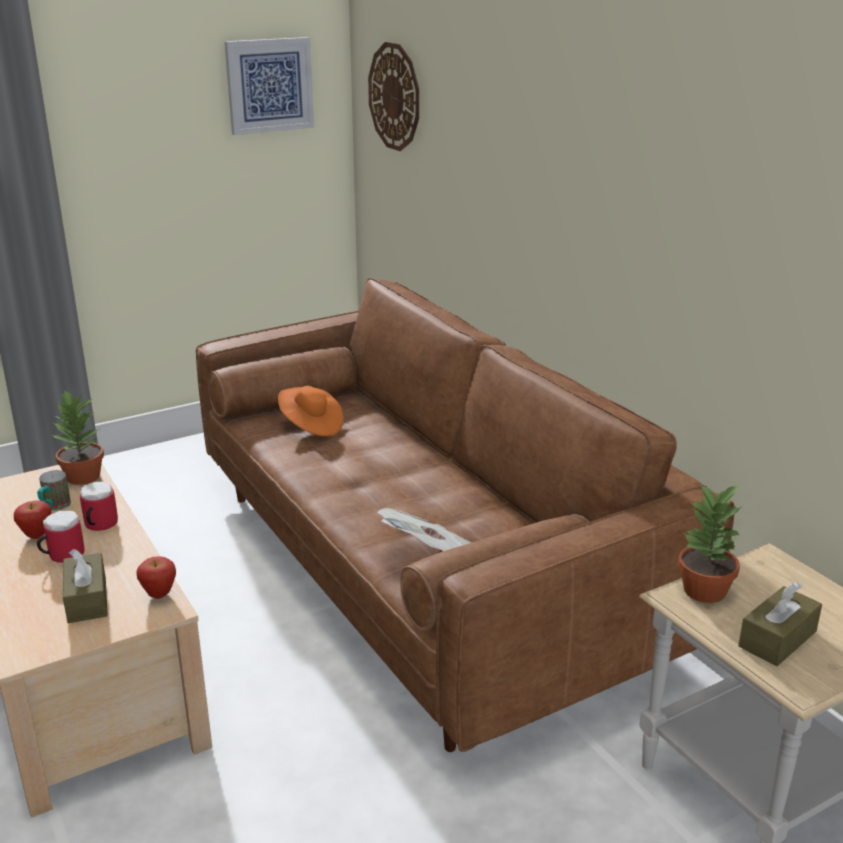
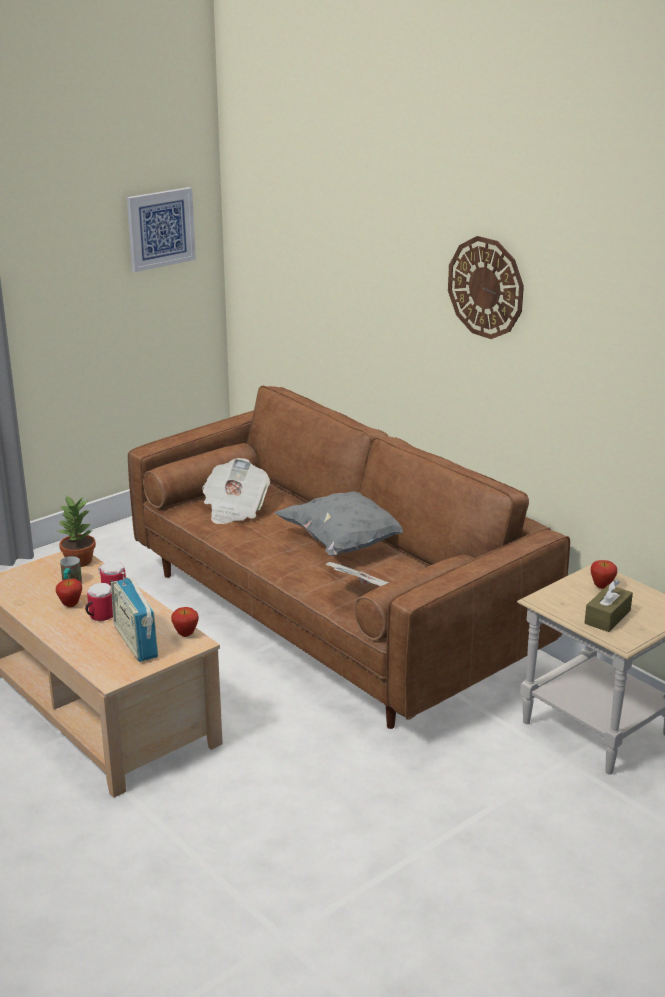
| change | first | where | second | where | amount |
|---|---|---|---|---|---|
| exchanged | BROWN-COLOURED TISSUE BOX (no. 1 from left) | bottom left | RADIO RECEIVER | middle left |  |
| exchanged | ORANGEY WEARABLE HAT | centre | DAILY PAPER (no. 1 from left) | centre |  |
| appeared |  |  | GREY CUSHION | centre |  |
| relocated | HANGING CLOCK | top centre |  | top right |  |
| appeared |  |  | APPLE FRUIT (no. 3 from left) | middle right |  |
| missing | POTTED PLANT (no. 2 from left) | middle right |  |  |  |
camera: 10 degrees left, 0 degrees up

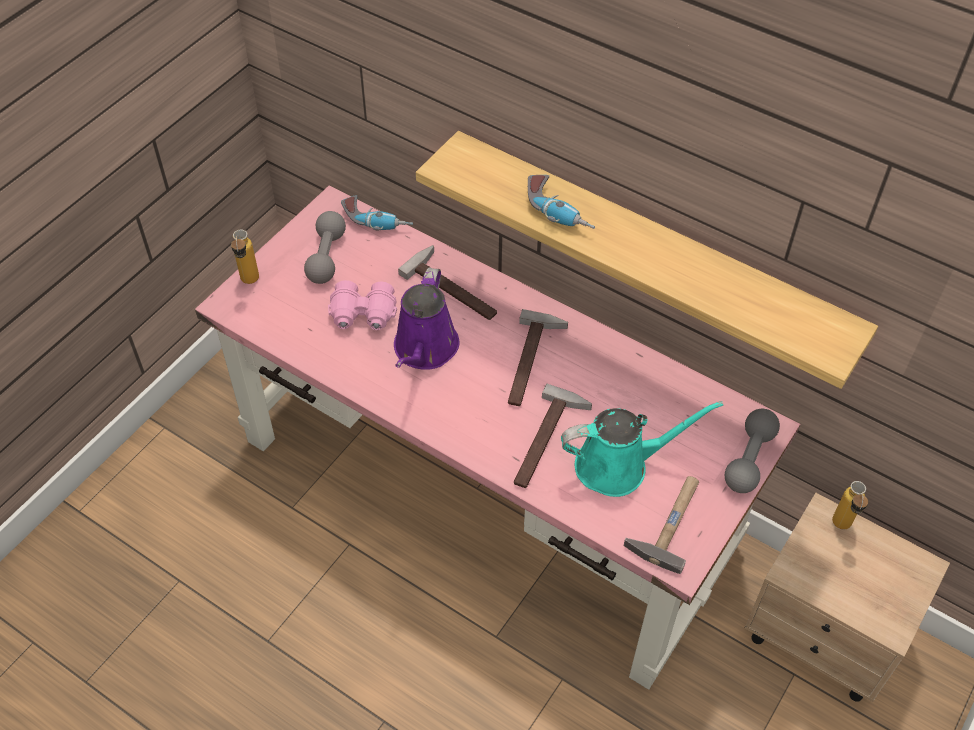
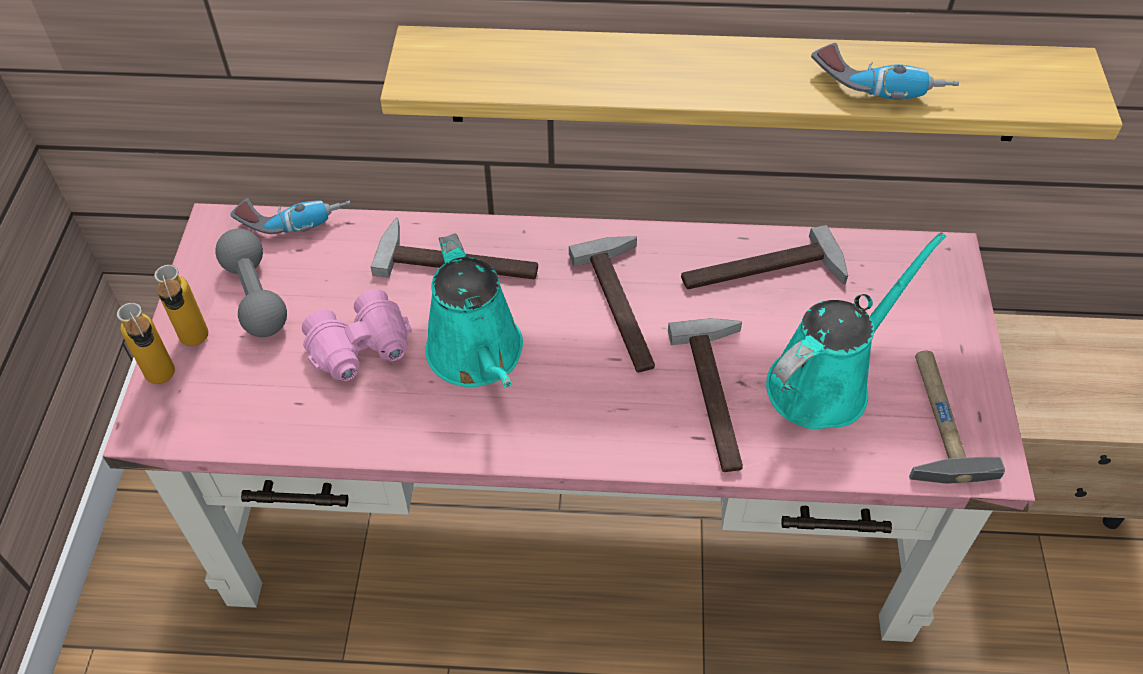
| change | first | where | second | where | amount |
|---|---|---|---|---|---|
| relocated | BEVERAGE BOTTLE (no. 2 from left) | bottom right |  | middle left |  |
| colour | PURPLE-COLOURED WATERING CAN | centre | TURQUOISE-COLOURED WATERING CAN (no. 1 from left) | centre |  |
| appeared |  |  | HAND HAMMER (no. 4 from left) | middle right |  |
| relocated | ELECTRIC DRILL (no. 2 from left) | top centre |  | top right |  |
| missing | GREY HAND WEIGHT (no. 2 from left) | middle right |  |  |  |
camera: 30 degrees left, 0 degrees up

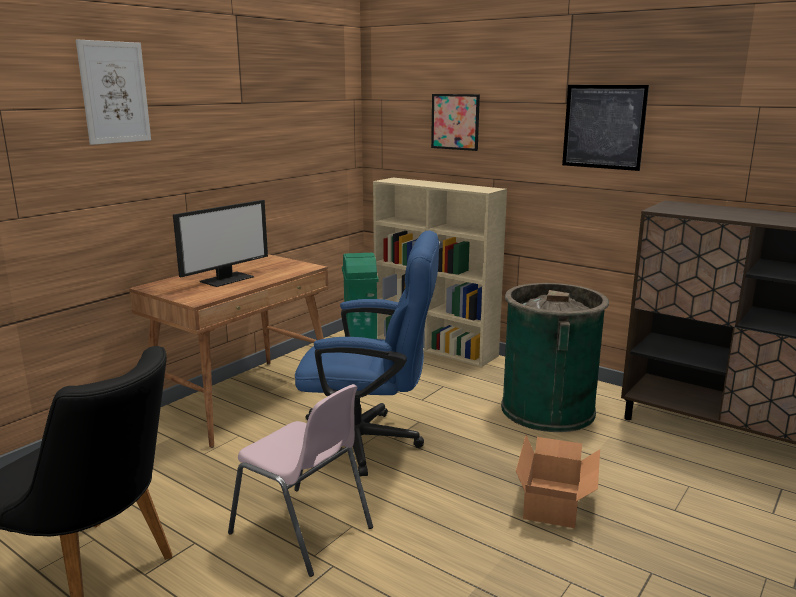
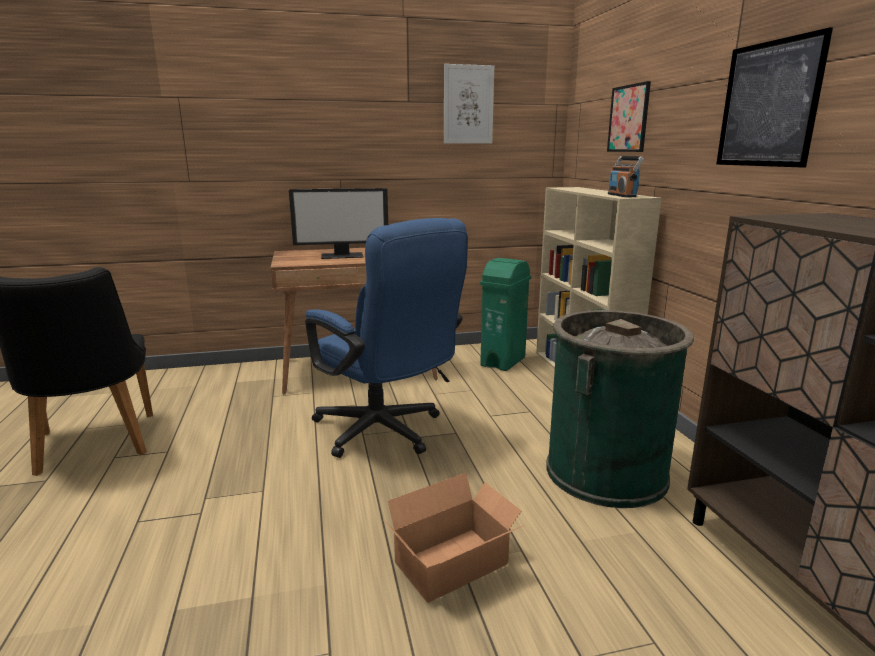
| change | first | where | second | where | amount |
|---|---|---|---|---|---|
| relocated | WALL PICTURE (no. 1 from left) | top left |  | top centre |  |
| appeared |  |  | RADIO RECEIVER | top right |  |
| missing | PINK-COLOURED UPRIGHT CHAIR | bottom centre |  |  |  |
camera: 40 degrees right, 0 degrees up

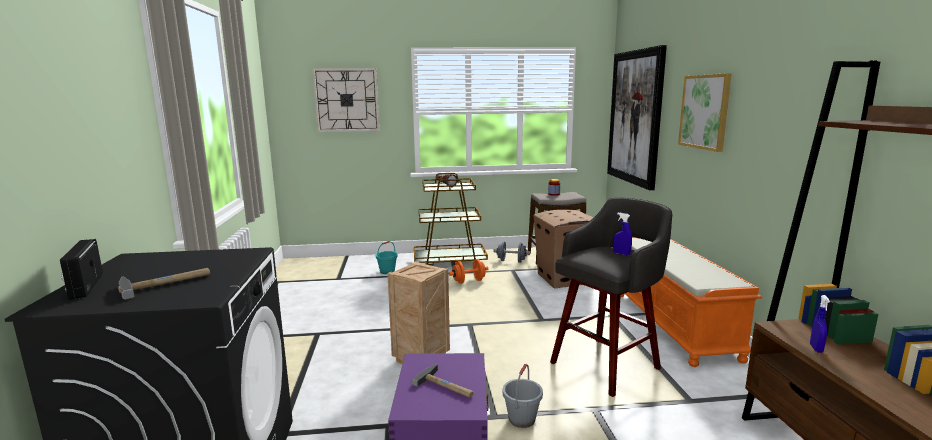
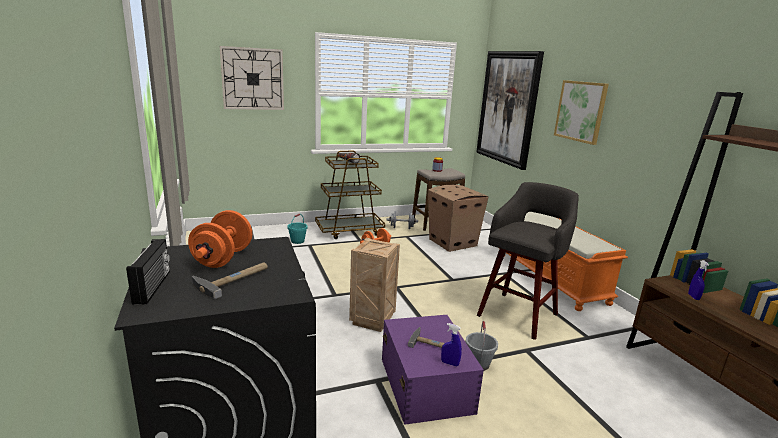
| change | first | where | second | where | amount |
|---|---|---|---|---|---|
| spun | RADIO RECEIVER | middle left |  | middle left | 150 degrees counterclockwise |
| appeared |  |  | ORANGEY HAND WEIGHT (no. 1 from left) | middle left |  |
| relocated | BLUE-COLOURED SPRAY BOTTLE (no. 1 from left) | middle right |  | bottom centre |  |
camera: 15 degrees left, 5 degrees up

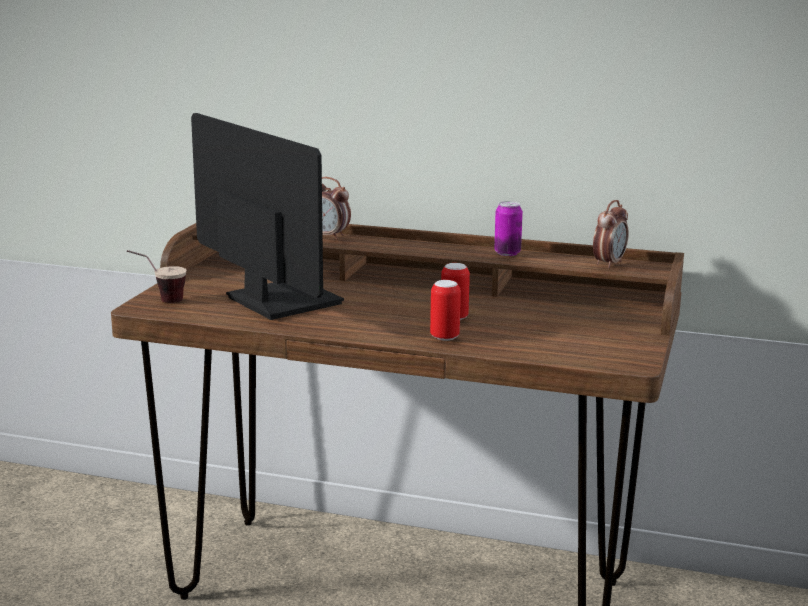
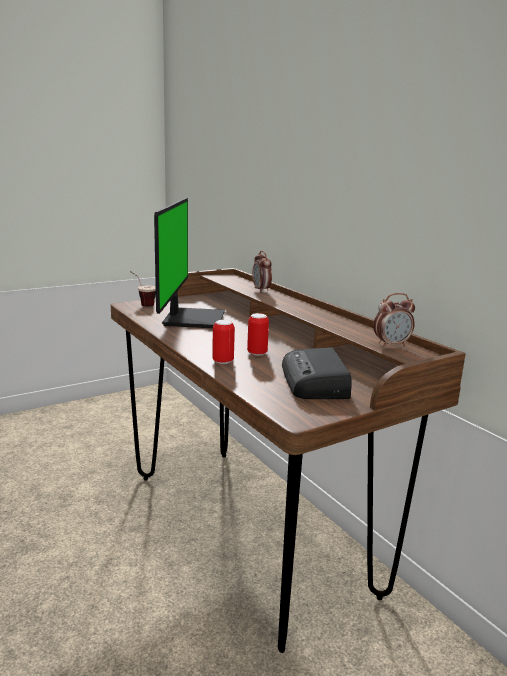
| change | first | where | second | where | amount |
|---|---|---|---|---|---|
| appeared |  |  | RADIO RECEIVER | centre |  |
| missing | CAN (no. 3 from left) | centre |  |  |  |
camera: 40 degrees right, 0 degrees up

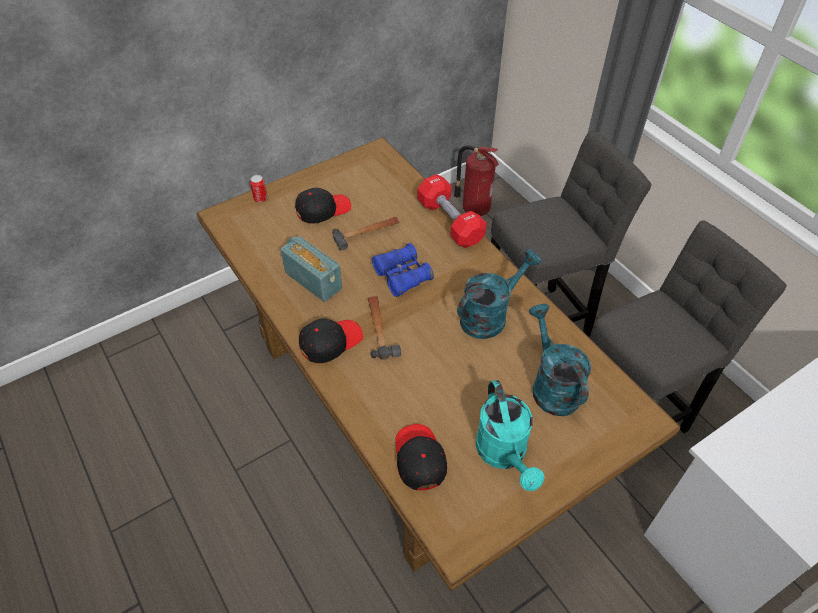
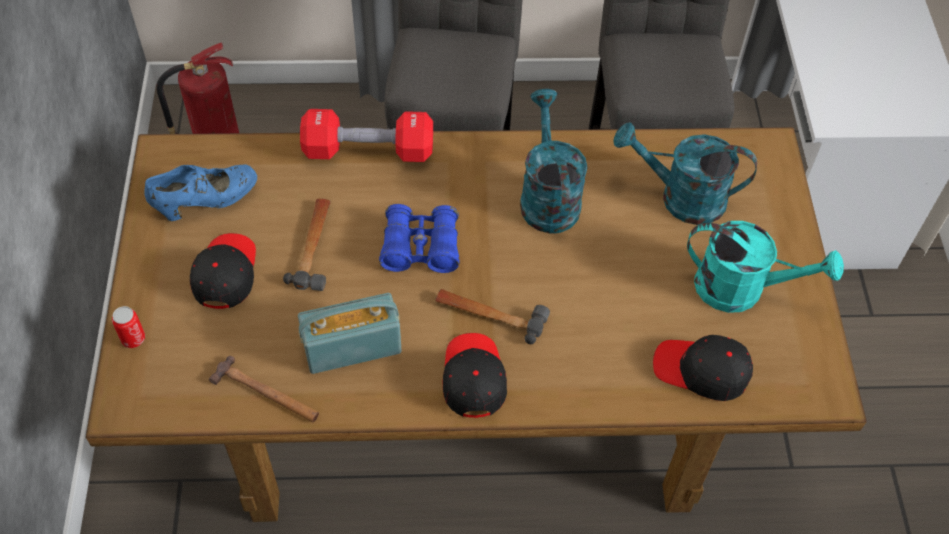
| change | first | where | second | where | amount |
|---|---|---|---|---|---|
| appeared |  |  | BLUE-COLOURED ITEM OF FOOTWEAR | middle left |  |
| appeared |  |  | HAND HAMMER (no. 1 from left) | bottom left |  |
camera: 60 degrees left, 5 degrees up

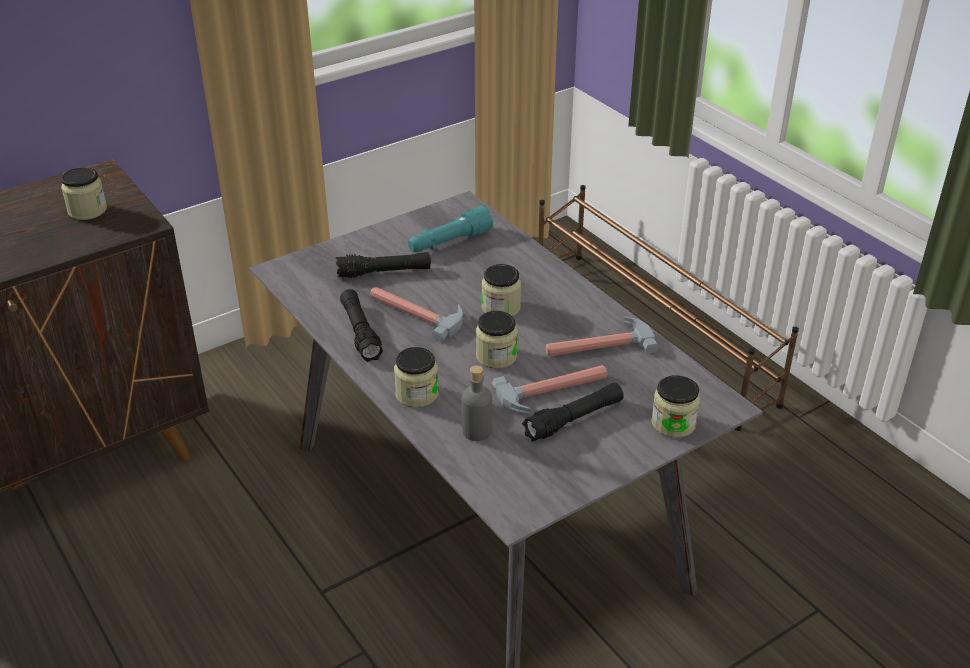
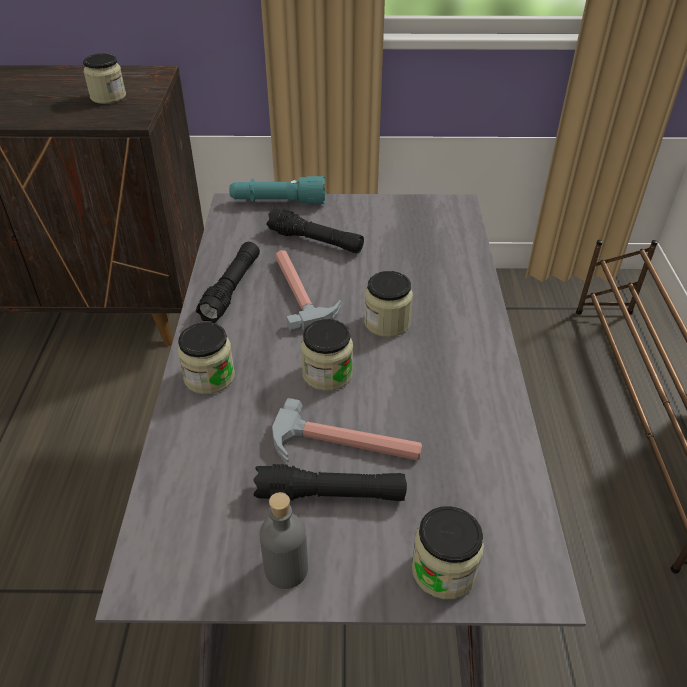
| change | first | where | second | where | amount |
|---|---|---|---|---|---|
| relocated | TURQUOISE-COLOURED HAND TORCH | centre |  | top centre |  |
| relocated | GREY BEVERAGE BOTTLE | centre |  | bottom centre |  |
| missing | HAND HAMMER (no. 3 from left) | centre |  |  |  |
camera: 35 degrees right, 5 degrees up

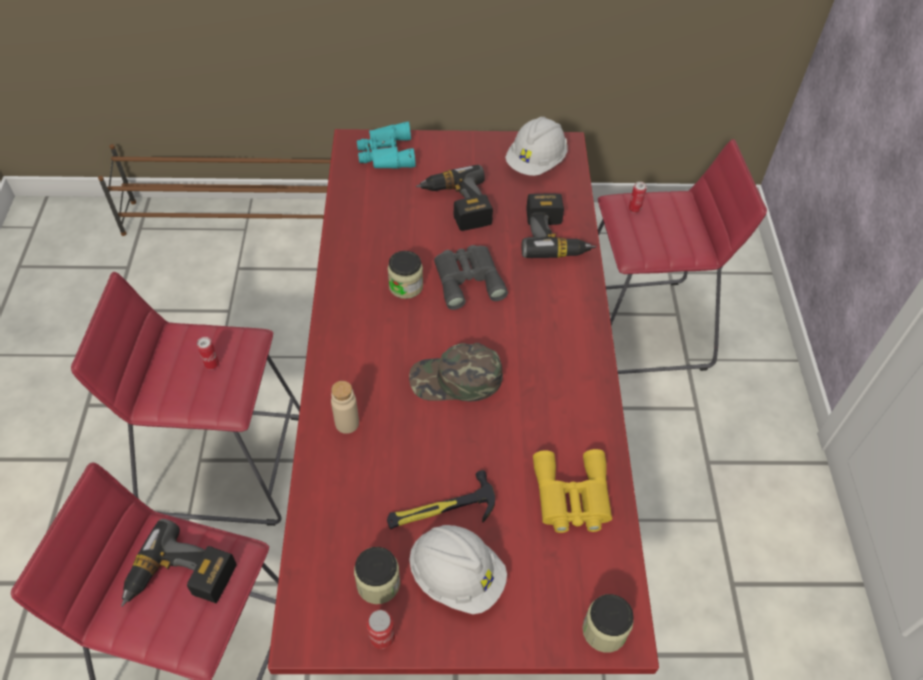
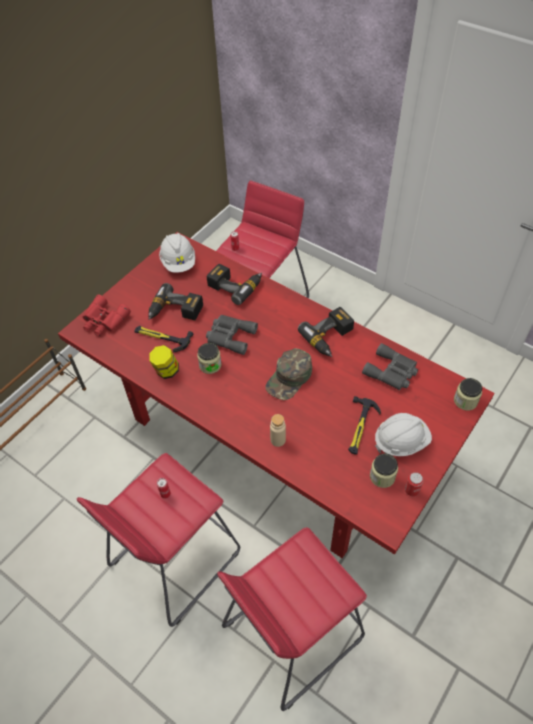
| change | first | where | second | where | amount |
|---|---|---|---|---|---|
| colour | TURQUOISE-COLOURED FIELD GLASSES | top centre | RED FIELD GLASSES | middle left |  |
| appeared |  |  | HAND HAMMER (no. 1 from left) | middle left |  |
| appeared |  |  | PRESERVE JAR (no. 1 from left) | middle left |  |
| relocated | ELECTRIC DRILL (no. 1 from left in the first image) | bottom left | ELECTRIC DRILL (no. 3 from left) | centre |  |
| colour | YELLOWISH FIELD GLASSES | bottom centre | GREY FIELD GLASSES (no. 2 from left) | middle right |  |
camera: 50 degrees left, 0 degrees up

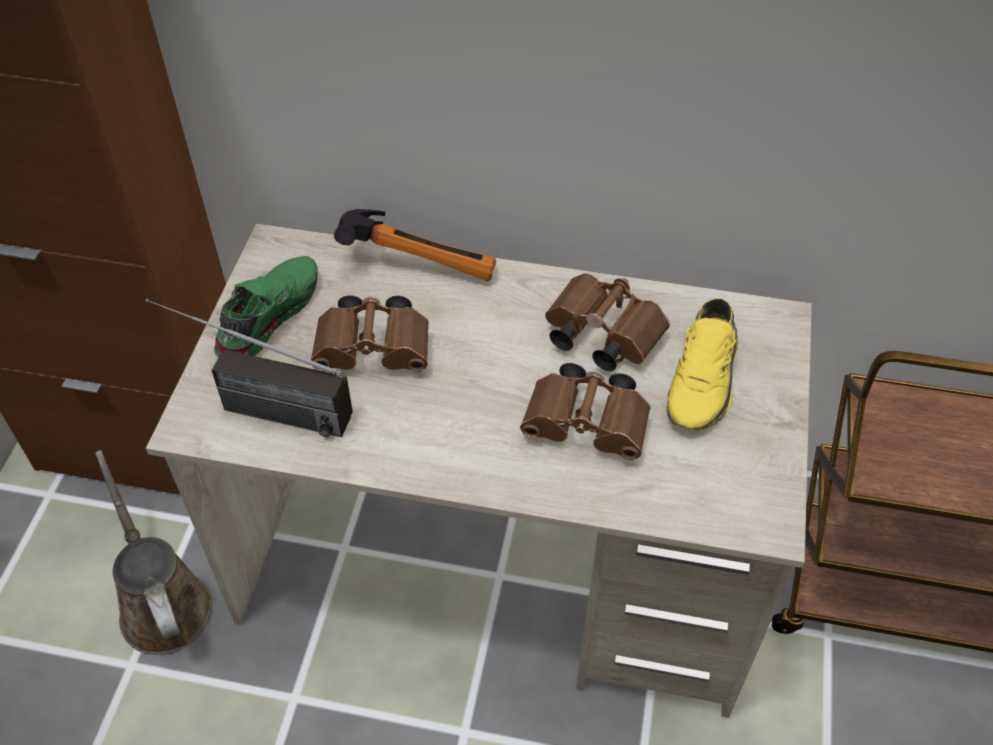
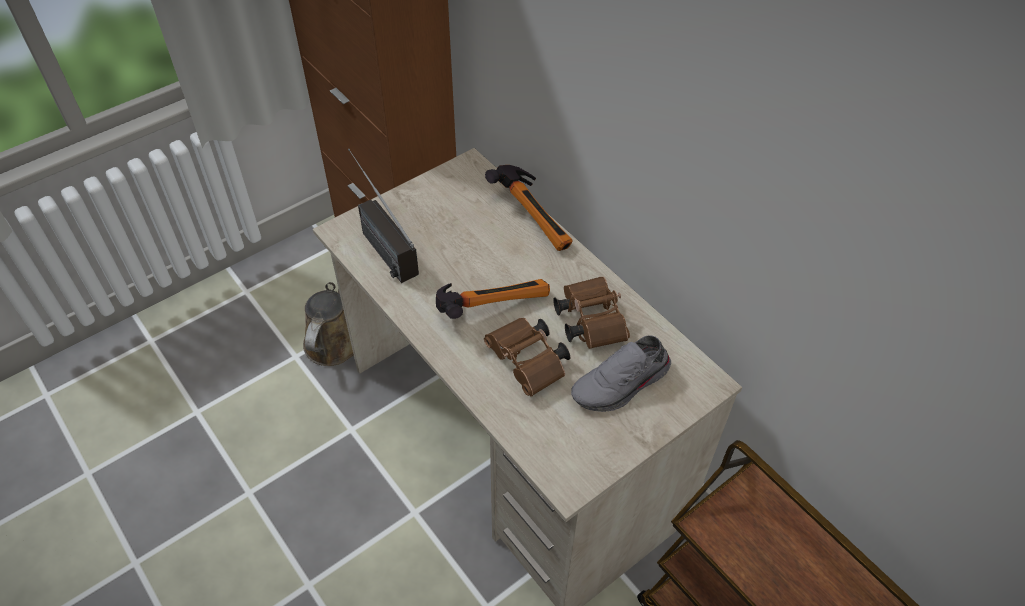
| change | first | where | second | where | amount |
|---|---|---|---|---|---|
| appeared |  |  | HAND HAMMER (no. 1 from left) | centre |  |
| colour | YELLOWISH ITEM OF FOOTWEAR | middle right | GREY ITEM OF FOOTWEAR | centre |  |
| missing | GREENISH ITEM OF FOOTWEAR | middle left |  |  |  |
| missing | BROWN-COLOURED FIELD GLASSES (no. 1 from left) | centre |  |  |  |
camera: 40 degrees right, 0 degrees up

